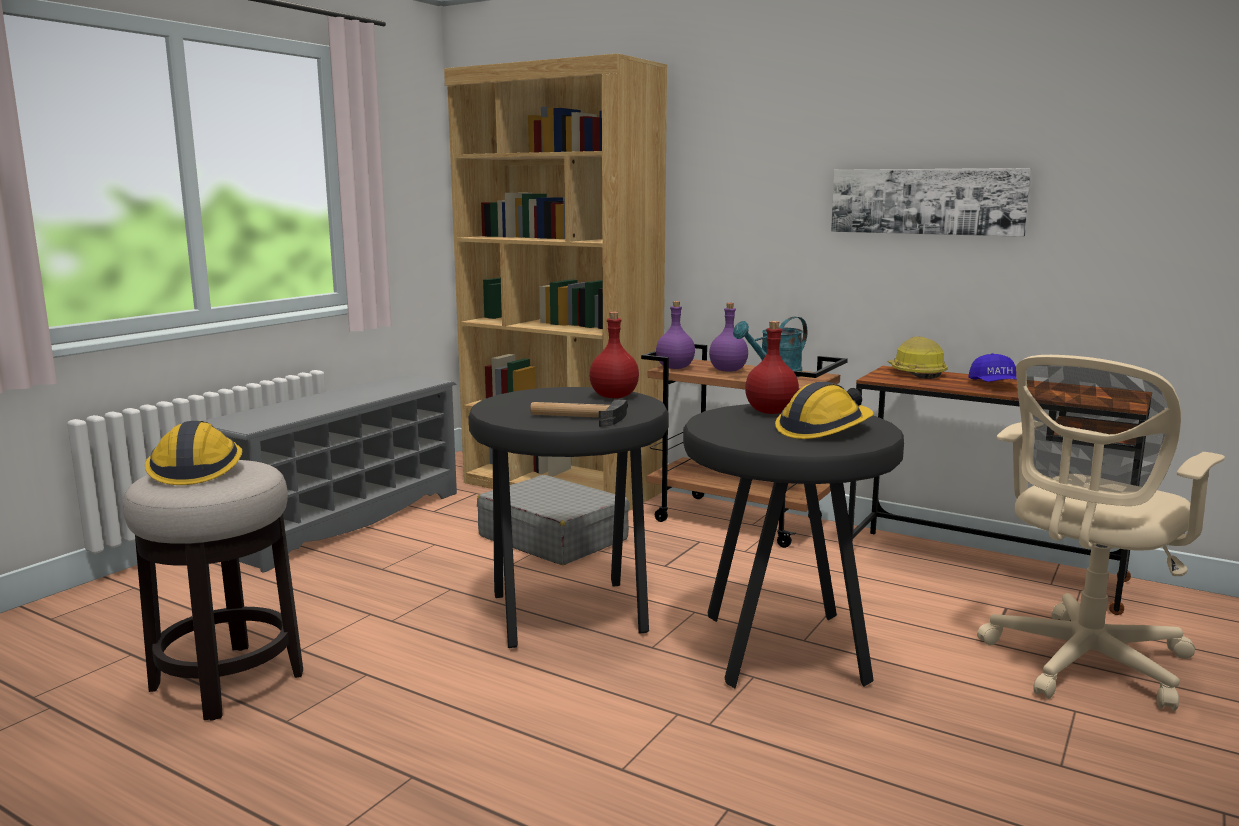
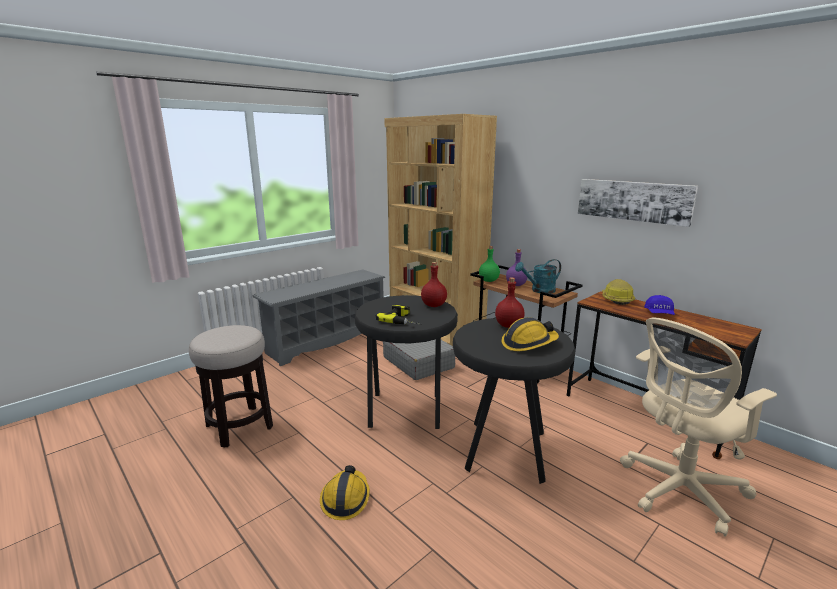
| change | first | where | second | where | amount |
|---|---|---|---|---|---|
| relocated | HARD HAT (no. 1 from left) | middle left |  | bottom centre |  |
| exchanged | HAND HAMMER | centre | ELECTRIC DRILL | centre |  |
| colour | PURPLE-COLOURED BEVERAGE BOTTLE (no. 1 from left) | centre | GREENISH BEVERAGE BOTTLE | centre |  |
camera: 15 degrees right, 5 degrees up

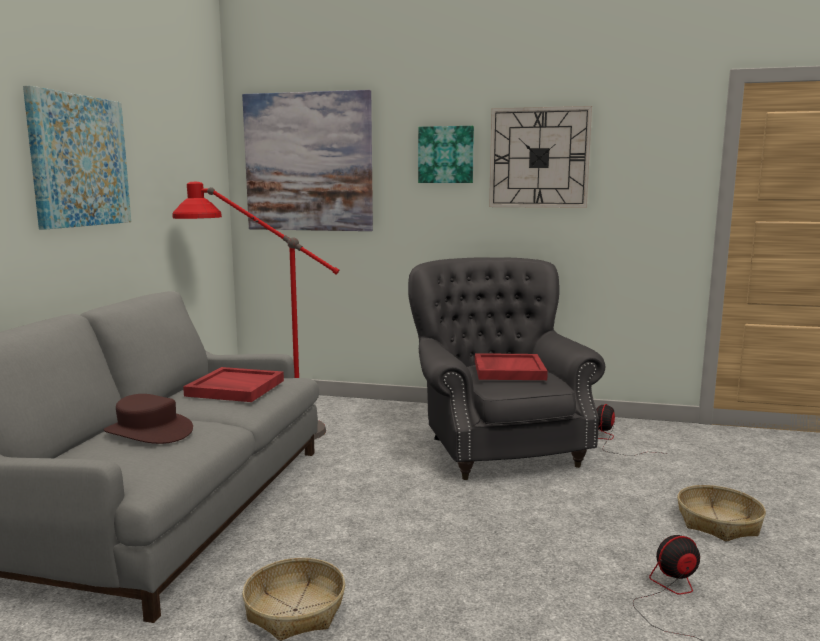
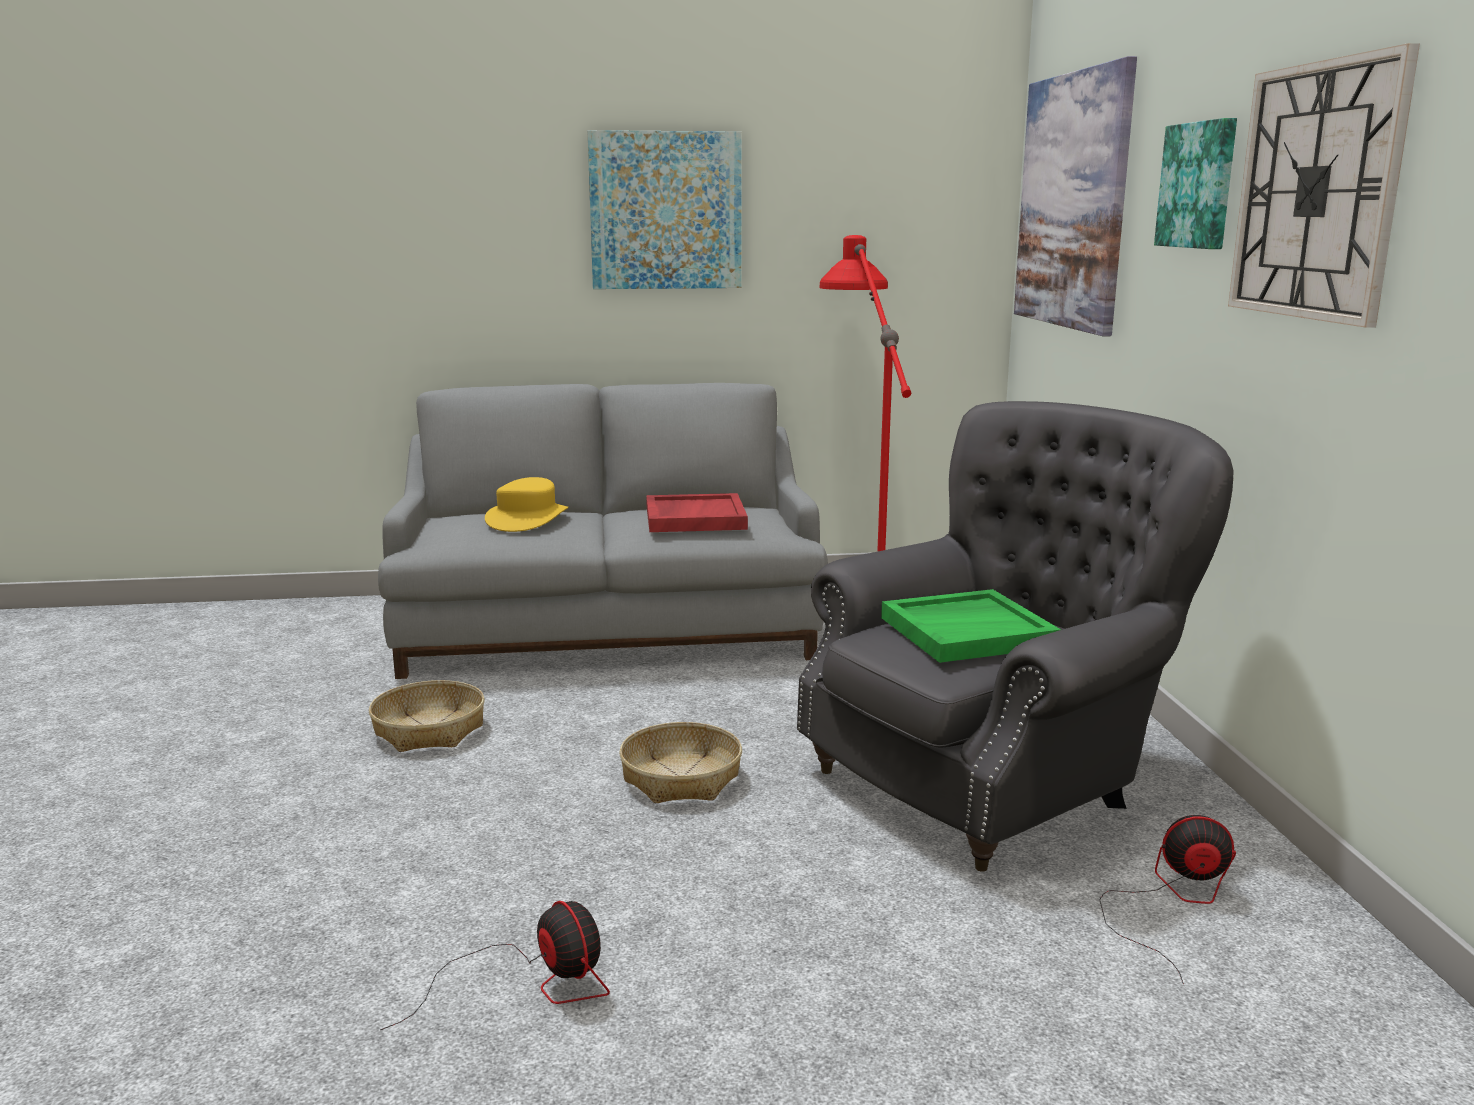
| change | first | where | second | where | amount |
|---|---|---|---|---|---|
| colour | BROWN-COLOURED WEARABLE HAT | middle left | YELLOWISH WEARABLE HAT | centre |  |
| relocated | BASKET (no. 2 from left) | bottom right |  | bottom centre |  |
| colour | RED TRAY (no. 2 from left) | centre | GREENISH TRAY | centre |  |
camera: 70 degrees right, 5 degrees up

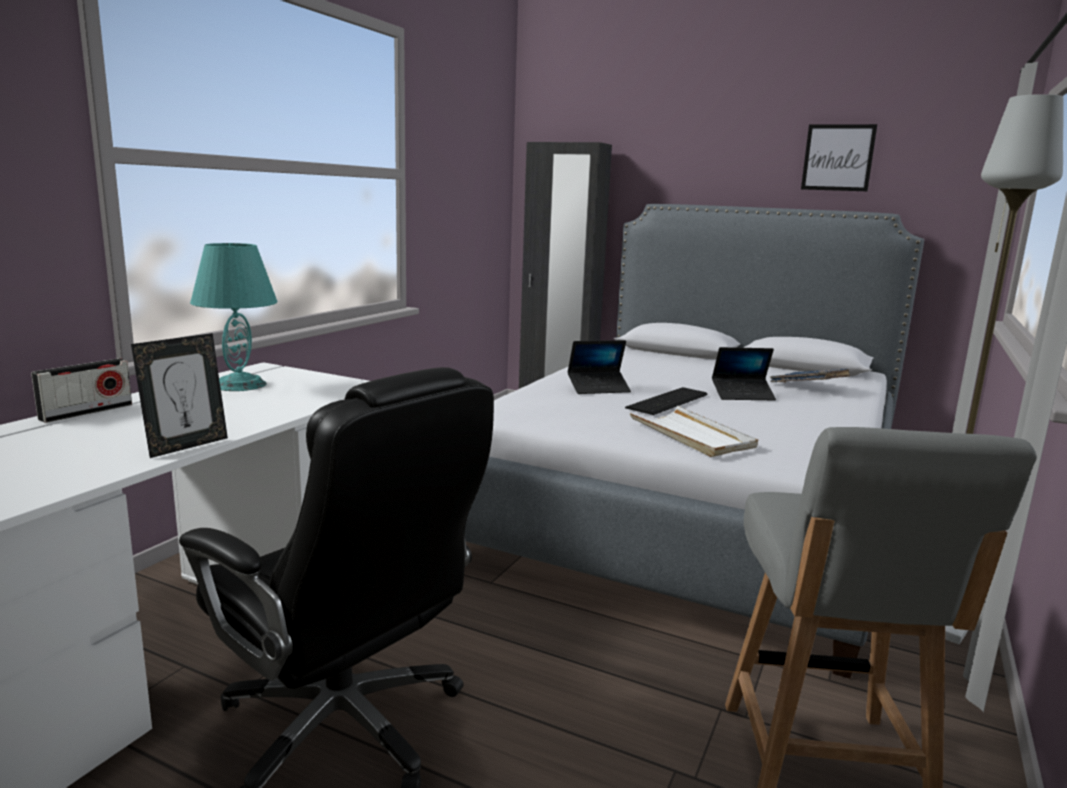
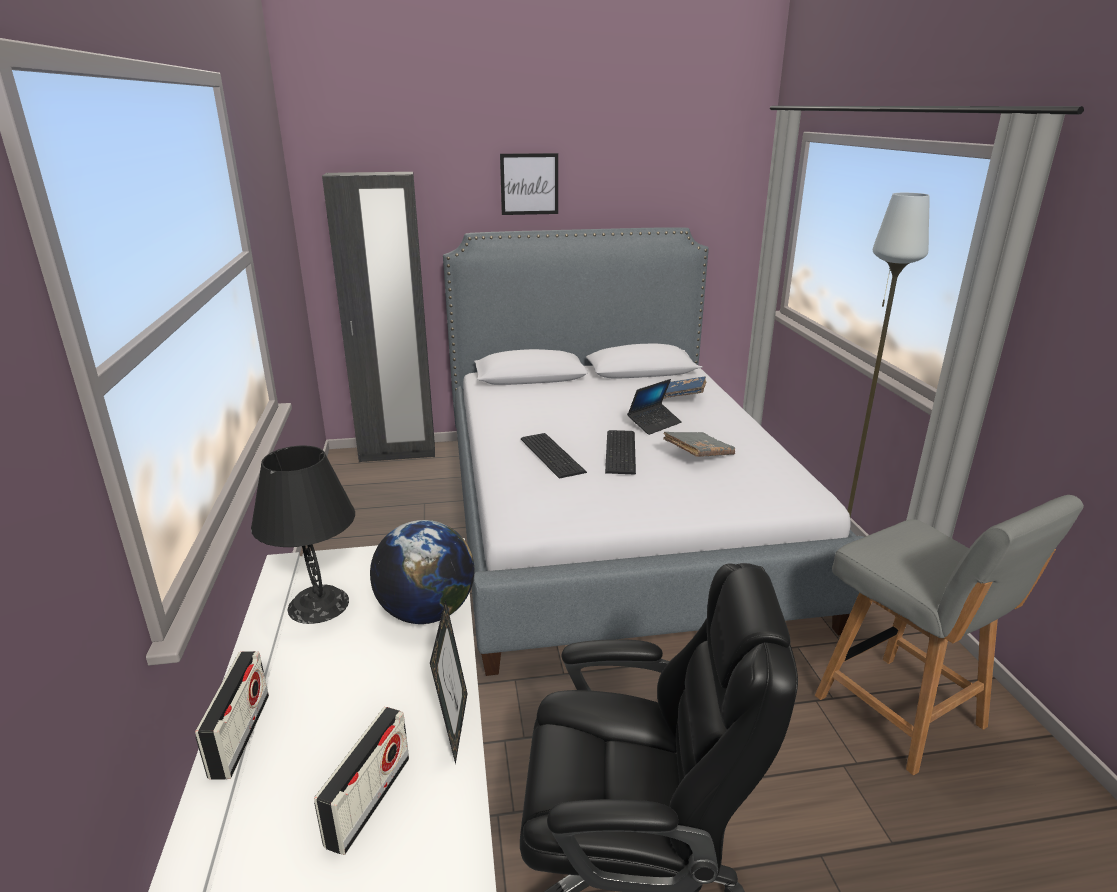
| change | first | where | second | where | amount |
|---|---|---|---|---|---|
| colour | TURQUOISE-COLOURED TABLE LAMP | middle left | BLACK-COLOURED TABLE LAMP | middle left |  |
| appeared |  |  | RADIO RECEIVER (no. 2 from left) | bottom left |  |
| appeared |  |  | WORLD GLOBE | centre |  |
| relocated | WALL PICTURE | top right |  | top centre |  |
| exchanged | LAPTOP (no. 1 from left) | centre | PC KEYBOARD (no. 1 from left) | centre |  |
| appeared |  |  | GREY BOOK | centre |  |
| missing | WHITE-COLOURED TRAY | centre |  |  |  |
camera: 35 degrees left, 10 degrees up

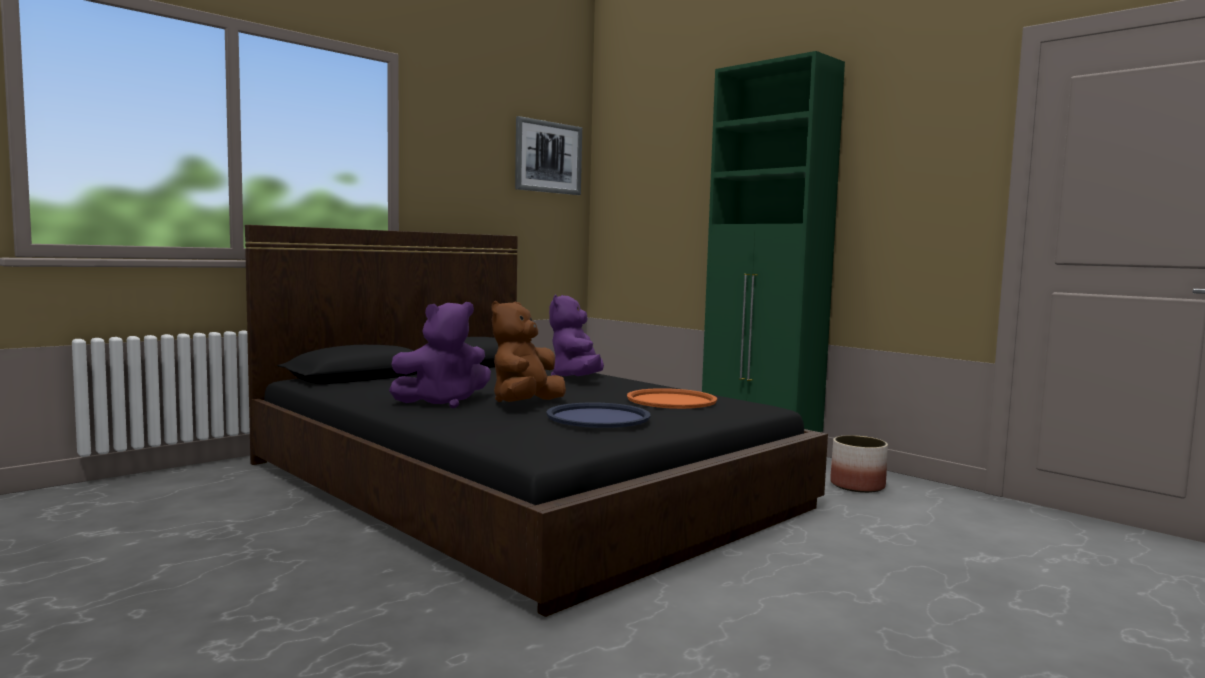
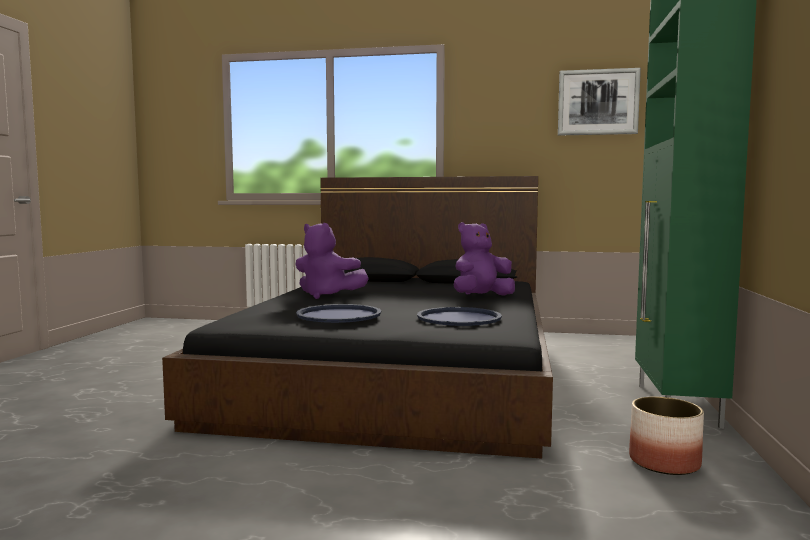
| change | first | where | second | where | amount |
|---|---|---|---|---|---|
| colour | ORANGEY TRAY | centre | BLUE-COLOURED TRAY (no. 2 from left) | centre |  |
| missing | BROWN-COLOURED SOFT TOY | centre |  |  |  |
camera: 55 degrees right, 0 degrees up

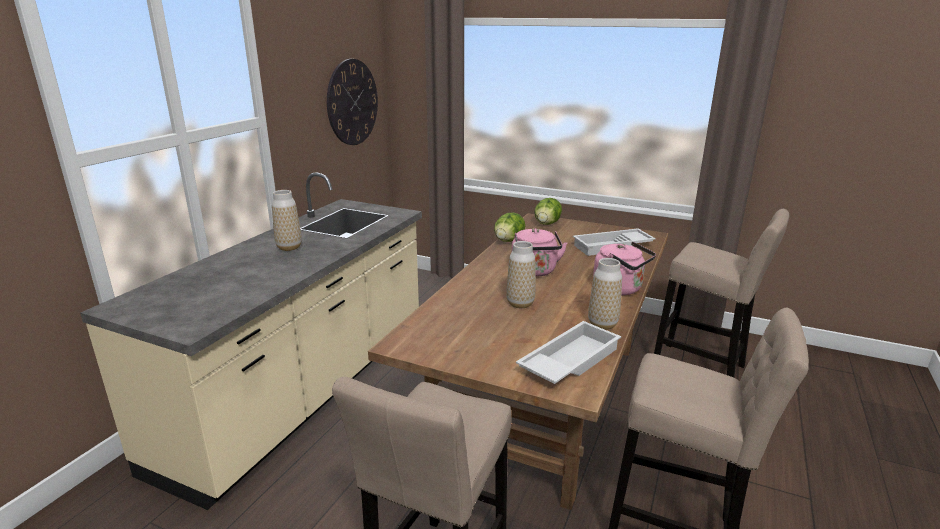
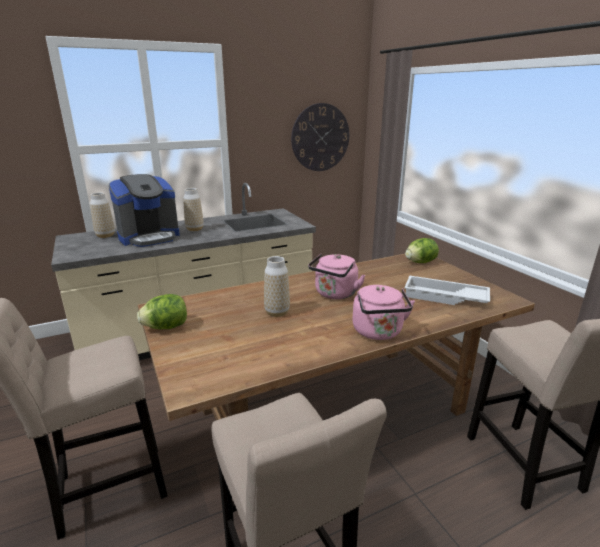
| change | first | where | second | where | amount |
|---|---|---|---|---|---|
| relocated | DECORATIVE VASE (no. 3 from left in the first image) | centre | DECORATIVE VASE (no. 1 from left) | middle left |  |
| appeared |  |  | COFFEE BREWER | middle left |  |
| relocated | HEAD OF LETTUCE (no. 1 from left) | centre |  | middle left |  |
| missing | WHITE-COLOURED TRAY (no. 1 from left) | centre |  |  |  |
camera: 40 degrees right, 0 degrees up

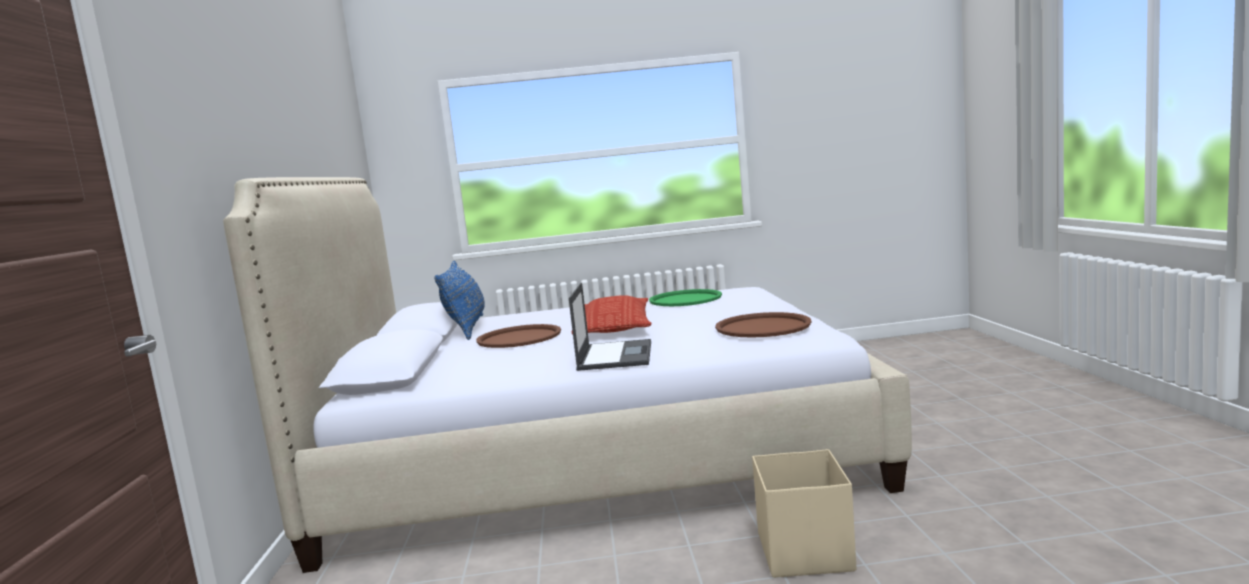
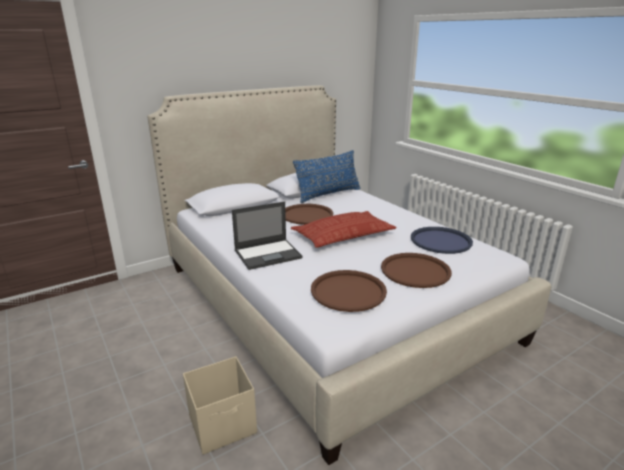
| change | first | where | second | where | amount |
|---|---|---|---|---|---|
| appeared |  |  | BROWN-COLOURED TRAY (no. 3 from left) | middle right |  |
| colour | GREENISH TRAY | centre | BLUE-COLOURED TRAY | middle right |  |
camera: 60 degrees right, 15 degrees up

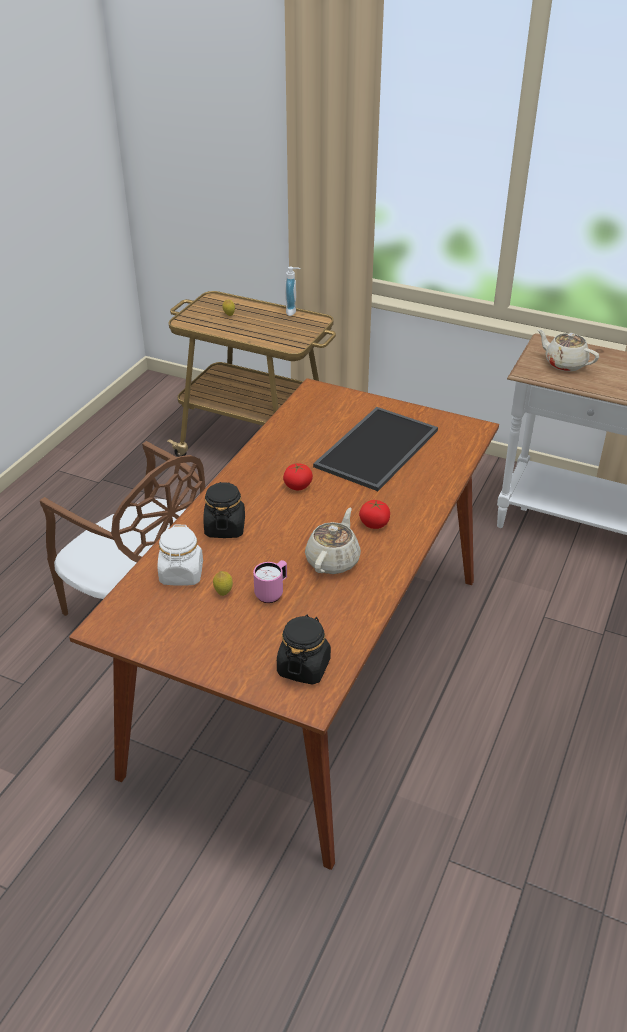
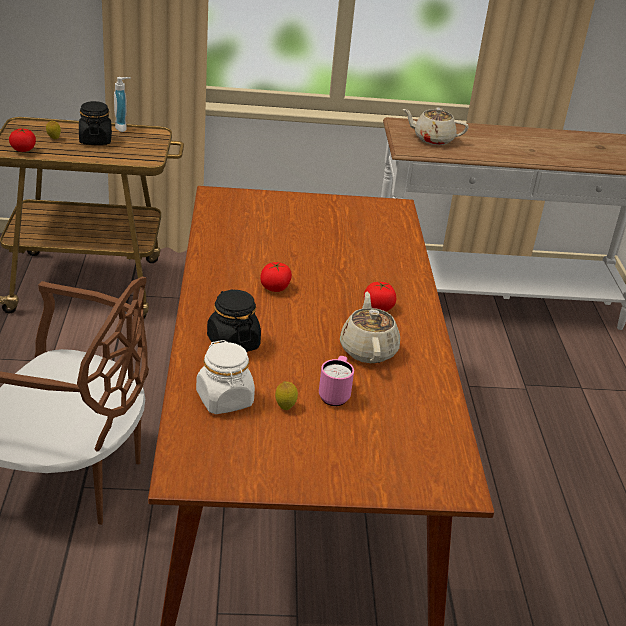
| change | first | where | second | where | amount |
|---|---|---|---|---|---|
| appeared |  |  | WHOLE TOMATO (no. 1 from left) | top left |  |
| relocated | BLACK-COLOURED PRESERVE JAR (no. 2 from left in the first image) | centre | BLACK-COLOURED PRESERVE JAR (no. 1 from left) | top left |  |
| missing | TRAY | centre |  |  |  |
camera: 30 degrees left, 5 degrees down

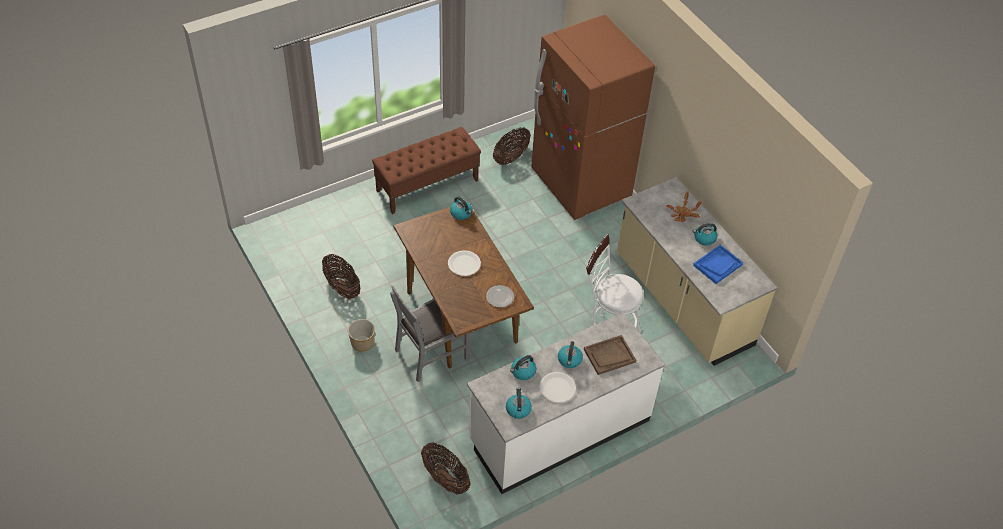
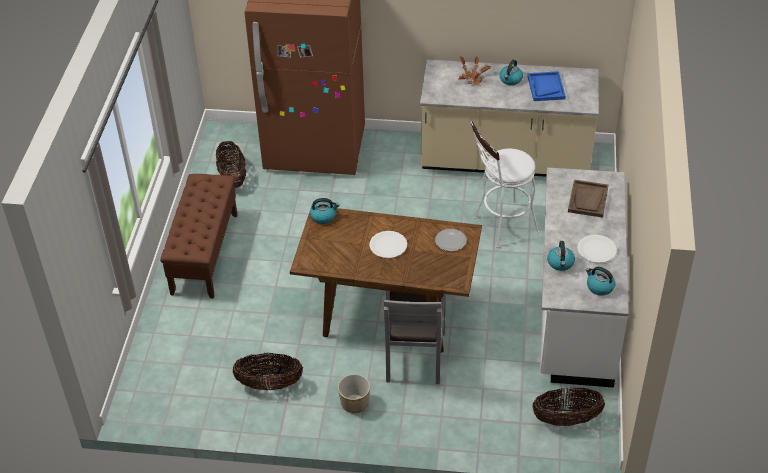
| change | first | where | second | where | amount |
|---|---|---|---|---|---|
| missing | TEA KETTLE (no. 4 from left) | bottom centre |  |  |  |
camera: 50 degrees left, 5 degrees down

